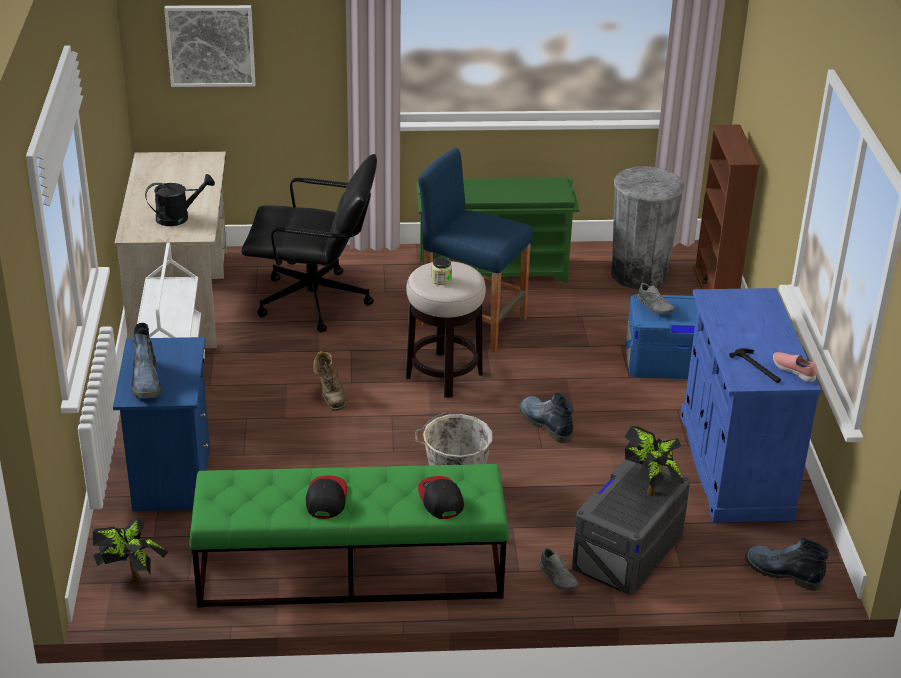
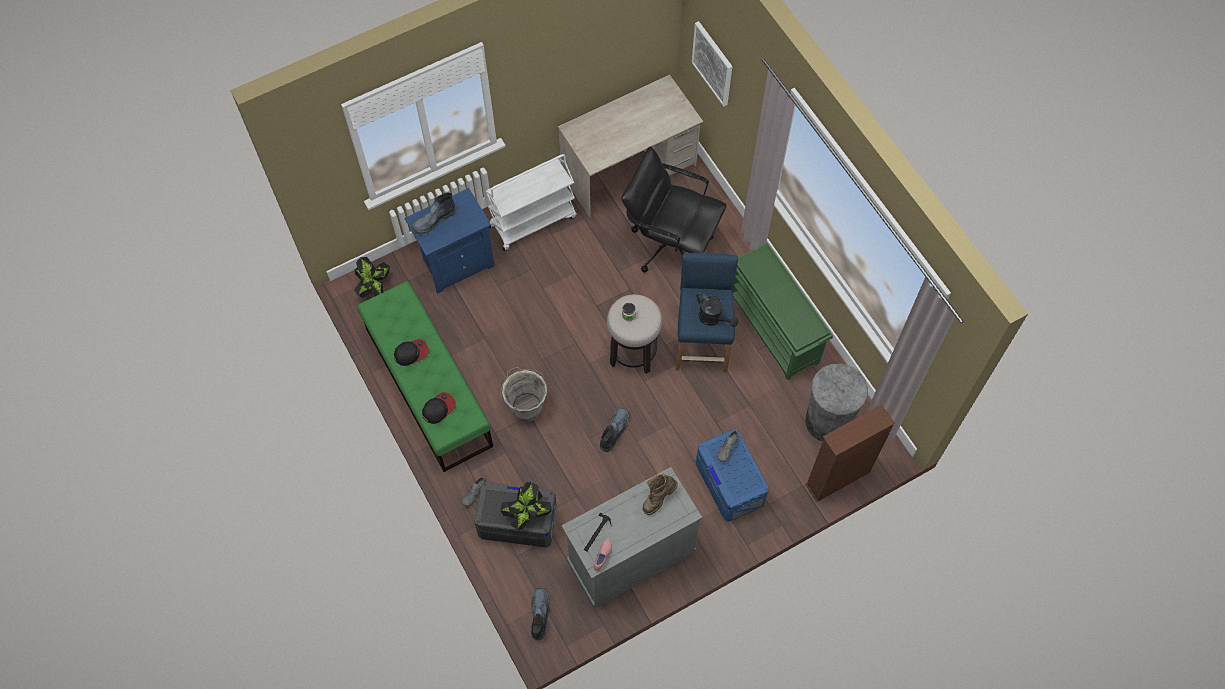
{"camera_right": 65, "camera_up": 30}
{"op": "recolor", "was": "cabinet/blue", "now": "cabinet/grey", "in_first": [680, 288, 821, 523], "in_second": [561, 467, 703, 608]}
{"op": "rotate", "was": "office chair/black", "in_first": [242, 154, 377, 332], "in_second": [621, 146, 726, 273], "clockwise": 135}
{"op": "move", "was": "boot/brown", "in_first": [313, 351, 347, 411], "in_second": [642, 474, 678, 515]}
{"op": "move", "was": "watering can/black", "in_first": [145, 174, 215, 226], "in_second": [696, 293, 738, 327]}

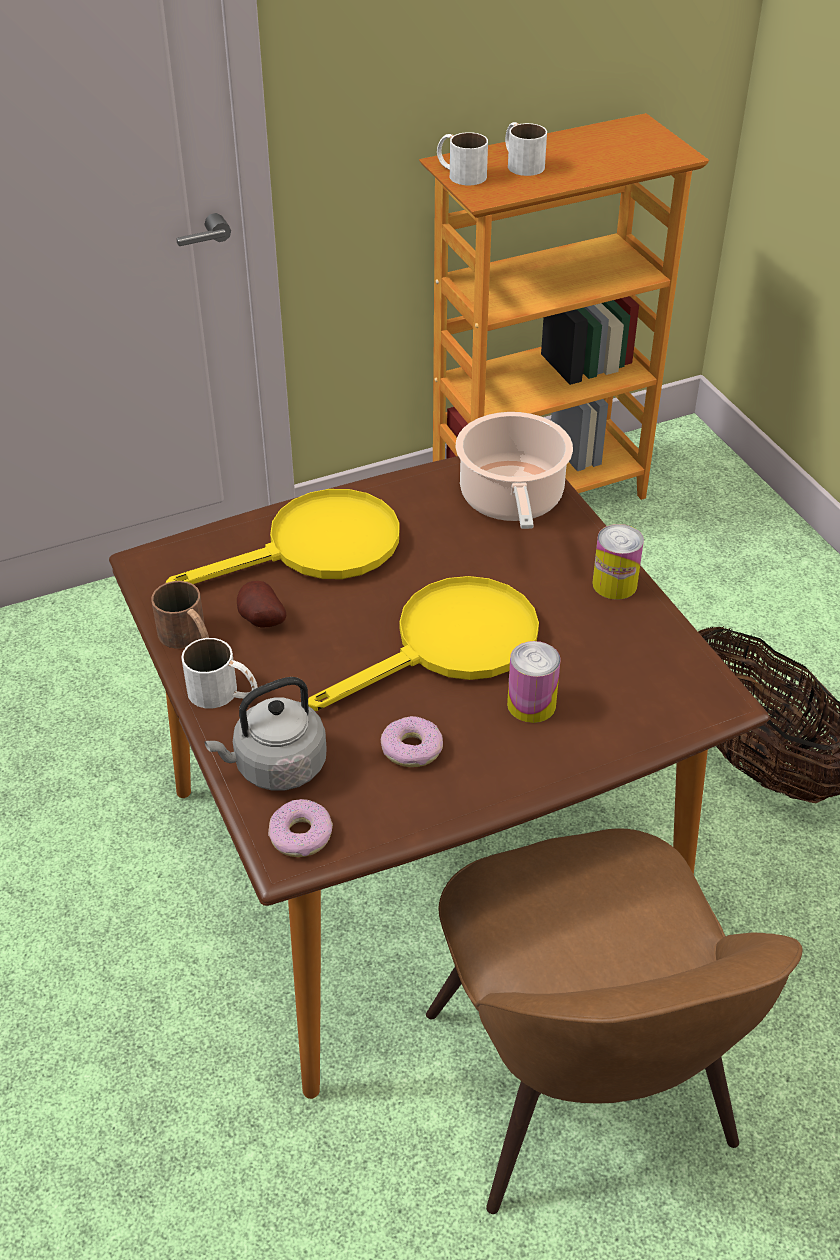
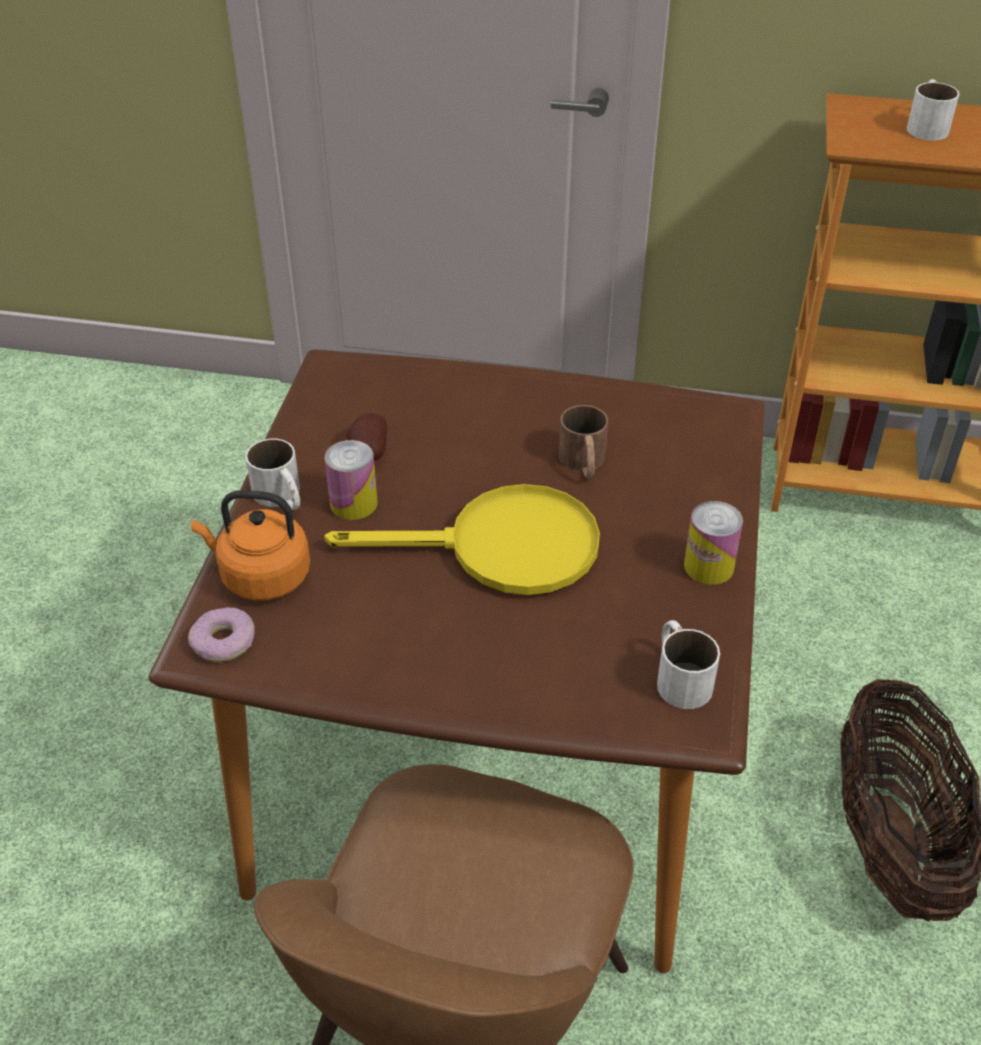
{"camera_right": 35, "camera_up": 0}
{"op": "recolor", "was": "kettle/grey", "now": "kettle/orange", "in_first": [205, 677, 327, 790], "in_second": [191, 490, 310, 601]}
{"op": "move", "was": "can", "in_first": [507, 641, 561, 723], "in_second": [325, 440, 377, 520]}
{"op": "move", "was": "mug/brown", "in_first": [151, 581, 209, 649], "in_second": [559, 405, 608, 478]}
{"op": "move", "was": "mug/white", "in_first": [437, 132, 488, 185], "in_second": [657, 620, 720, 709]}
{"op": "delete", "was": "frying pan/yellow", "in_first": [166, 489, 399, 584]}
{"op": "delete", "was": "donut", "in_first": [381, 716, 443, 767]}
{"op": "delete", "was": "cooking pot", "in_first": [456, 412, 573, 529]}

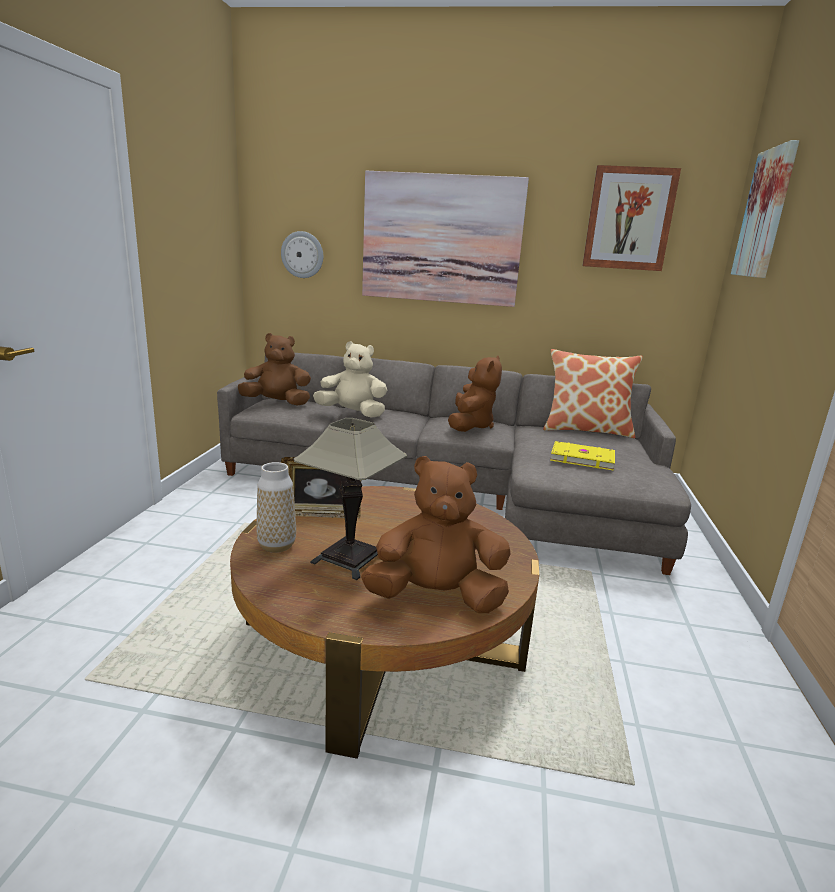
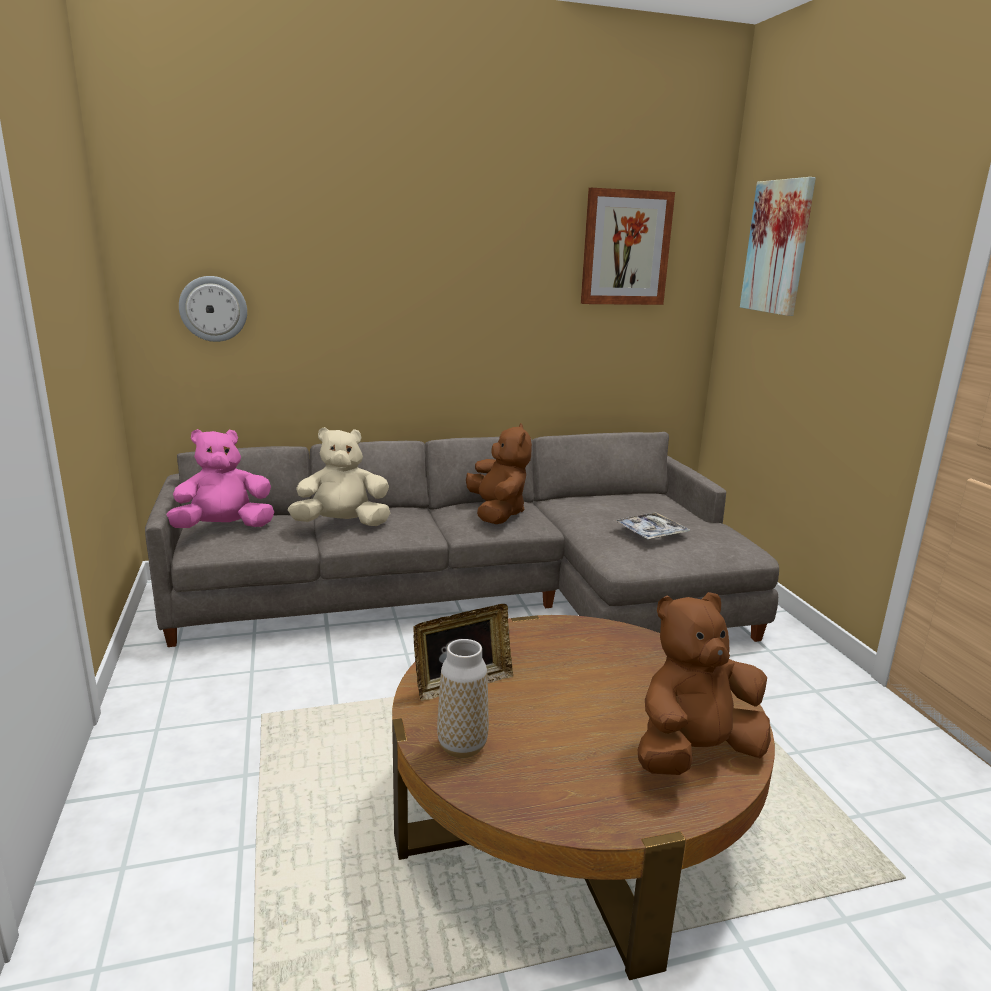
{"camera_right": -25, "camera_up": 0}
{"op": "recolor", "was": "plush toy/brown", "now": "plush toy/pink", "in_first": [238, 333, 311, 406], "in_second": [167, 429, 274, 528]}
{"op": "replace", "was": "book/yellow", "now": "tray", "in_first": [550, 441, 615, 471], "in_second": [614, 512, 690, 539]}
{"op": "delete", "was": "table lamp", "in_first": [294, 418, 408, 580]}
{"op": "delete", "was": "picture", "in_first": [362, 171, 529, 307]}
{"op": "delete", "was": "pillow", "in_first": [543, 349, 643, 438]}

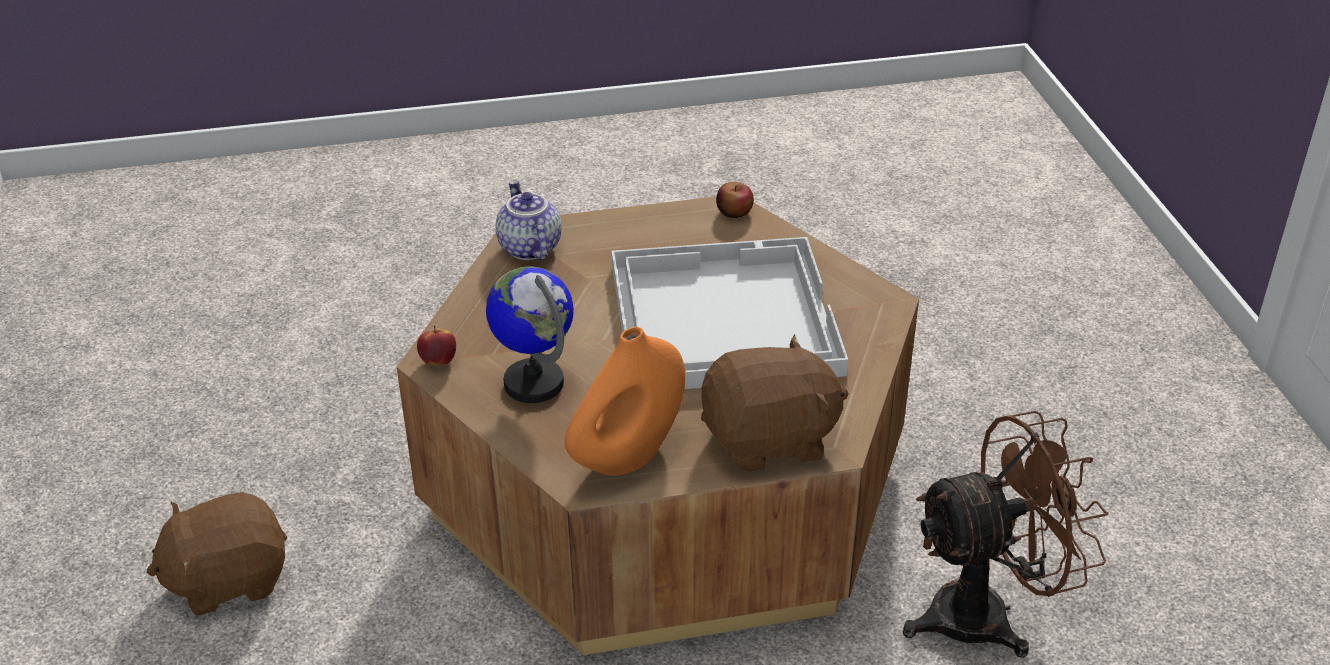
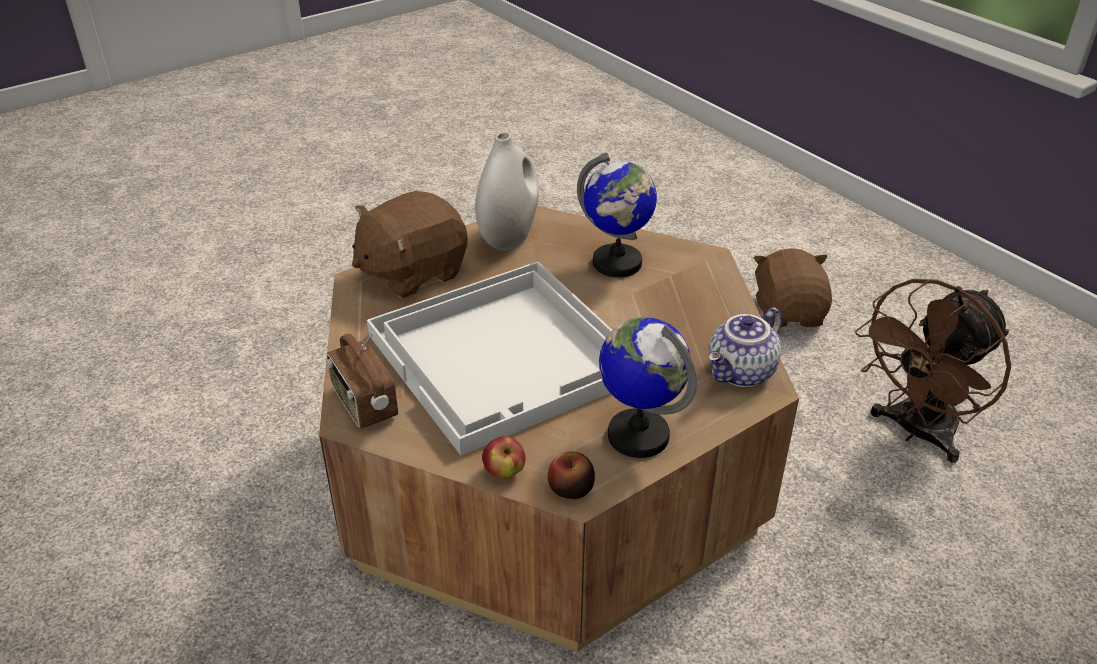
{"camera_right": 155, "camera_up": 0}
{"op": "insert", "now": "radio", "in_second": [327, 332, 398, 429]}
{"op": "recolor", "was": "vase/orange", "now": "vase/white", "in_first": [565, 327, 685, 476], "in_second": [475, 132, 539, 250]}
{"op": "move", "was": "apple", "in_first": [417, 326, 456, 365], "in_second": [482, 436, 526, 479]}
{"op": "insert", "now": "globe", "in_second": [599, 317, 697, 458]}
{"op": "rotate", "was": "teapot", "in_first": [496, 180, 562, 260], "in_second": [709, 307, 782, 387], "clockwise": 90}
{"op": "rotate", "was": "plush toy/brown", "in_first": [147, 492, 287, 616], "in_second": [754, 248, 832, 327], "clockwise": -45}
{"op": "move", "was": "fan/brown", "in_first": [903, 411, 1109, 658], "in_second": [855, 279, 1011, 463]}

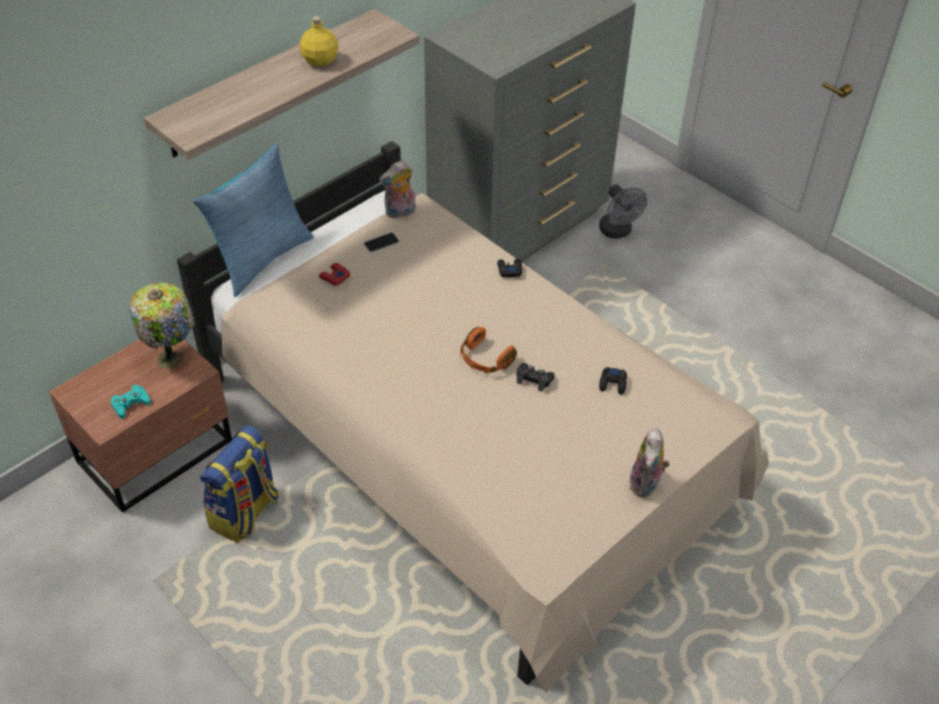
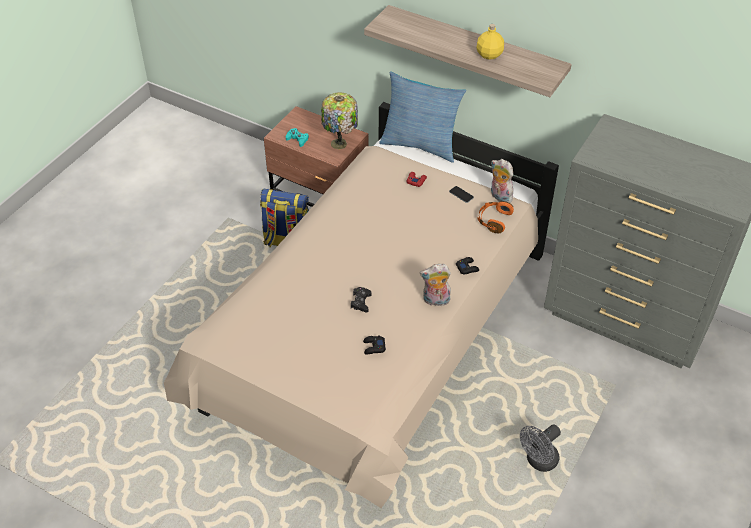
{"camera_right": 75, "camera_up": 0}
{"op": "move", "was": "plush toy", "in_first": [629, 428, 670, 497], "in_second": [420, 264, 451, 306]}
{"op": "move", "was": "headphones/orange", "in_first": [460, 327, 517, 373], "in_second": [477, 201, 514, 233]}
{"op": "move", "was": "fan/grey", "in_first": [599, 185, 647, 239], "in_second": [520, 424, 561, 472]}

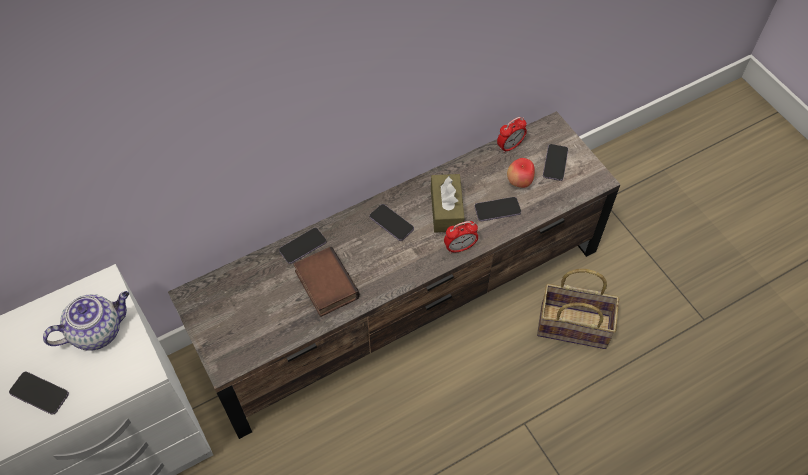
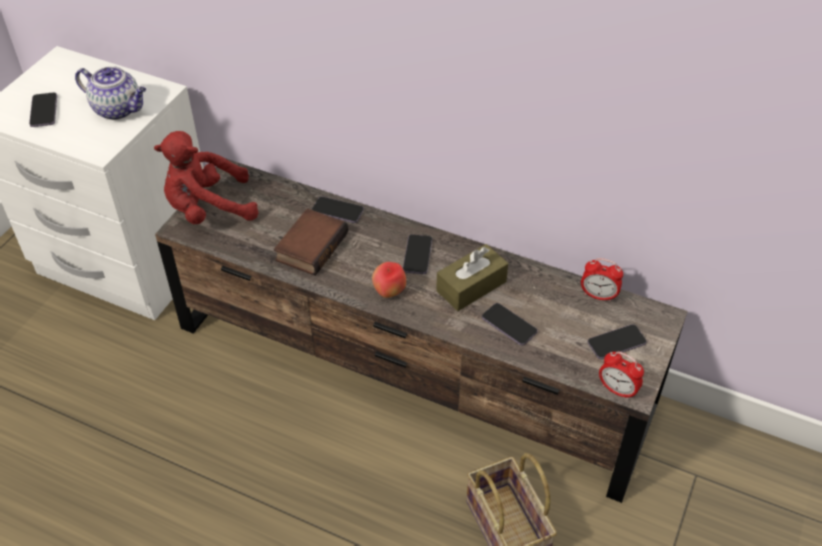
{"camera_right": 55, "camera_up": -10}
{"op": "insert", "now": "plush toy/red", "in_second": [154, 131, 258, 224]}
{"op": "move", "was": "apple", "in_first": [507, 158, 535, 188], "in_second": [372, 262, 406, 298]}
{"op": "move", "was": "alarm clock", "in_first": [444, 221, 478, 254], "in_second": [599, 351, 644, 400]}

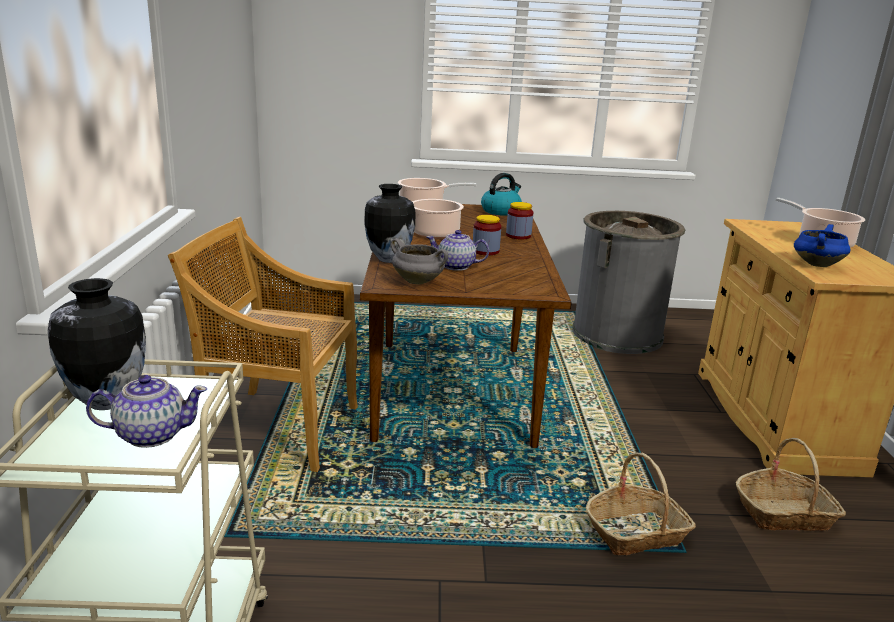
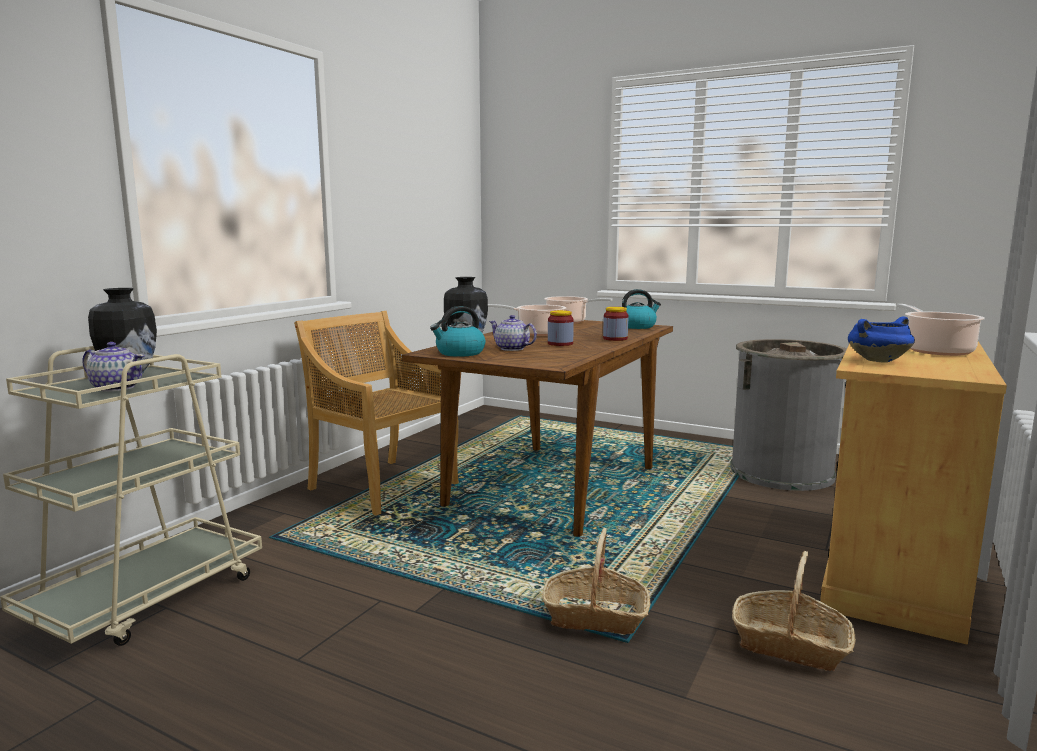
{"camera_right": 30, "camera_up": -10}
{"op": "replace", "was": "cooking pot/grey", "now": "kettle", "in_first": [390, 238, 448, 284], "in_second": [430, 306, 485, 357]}

